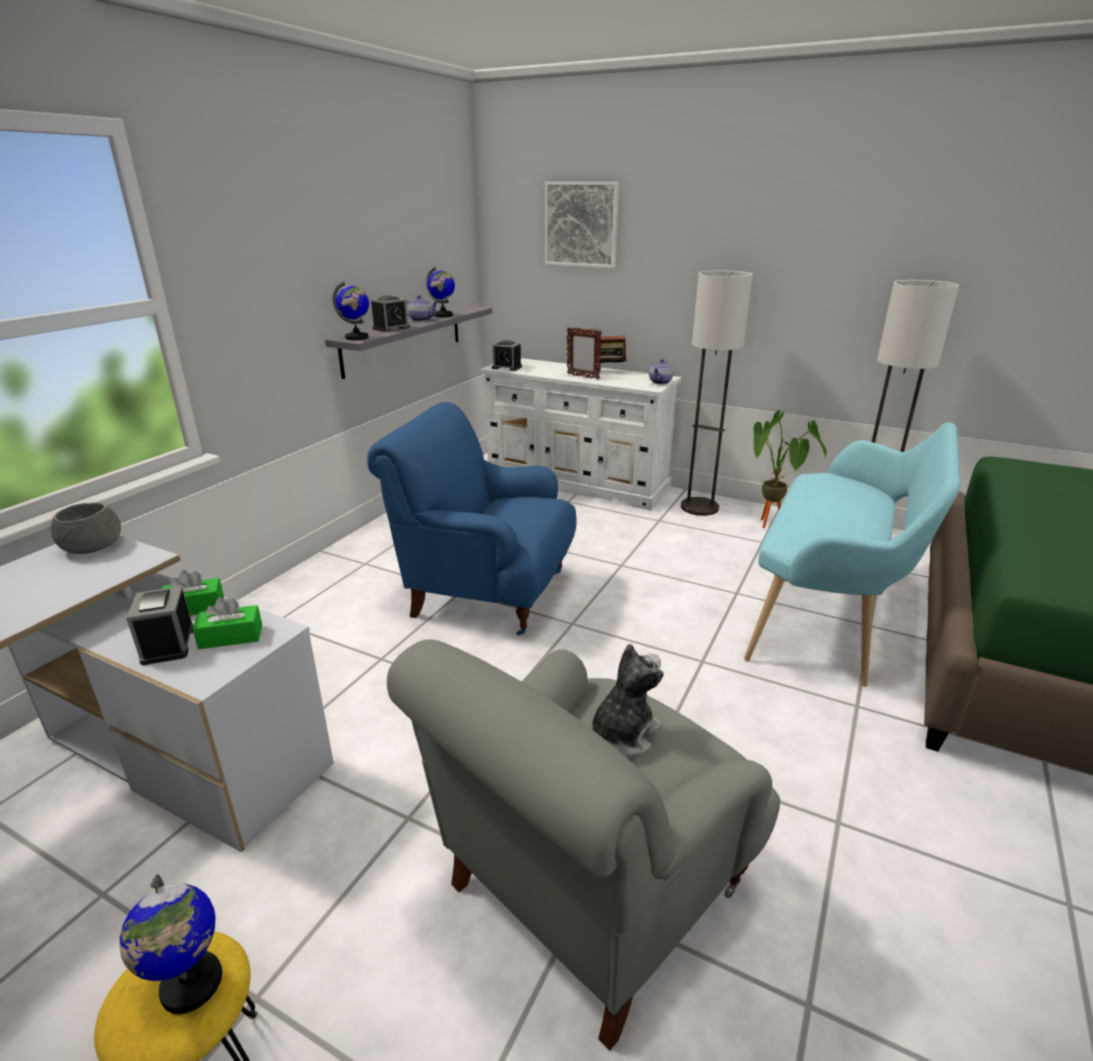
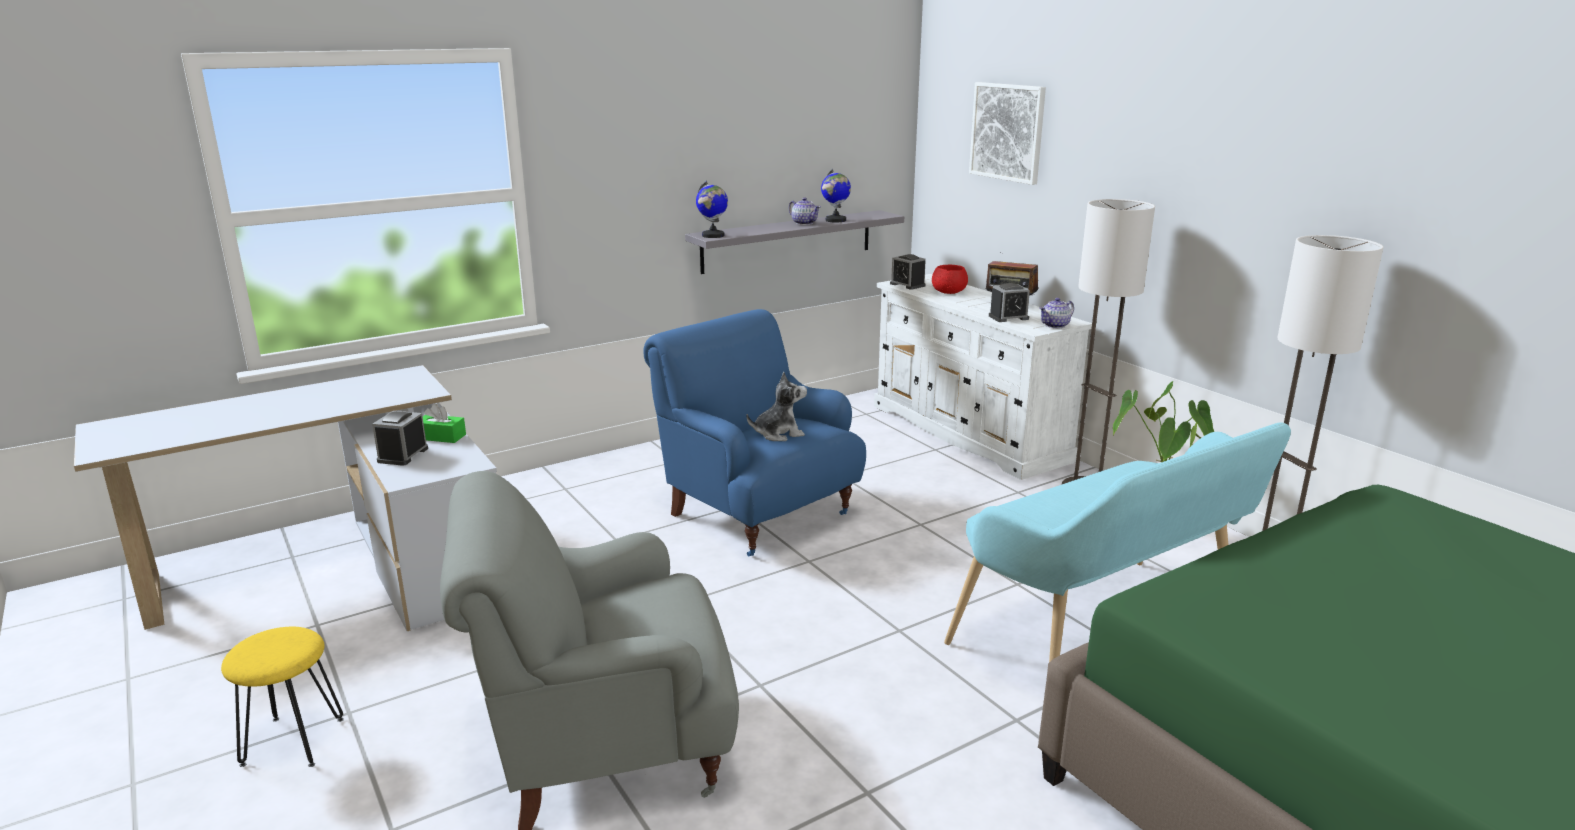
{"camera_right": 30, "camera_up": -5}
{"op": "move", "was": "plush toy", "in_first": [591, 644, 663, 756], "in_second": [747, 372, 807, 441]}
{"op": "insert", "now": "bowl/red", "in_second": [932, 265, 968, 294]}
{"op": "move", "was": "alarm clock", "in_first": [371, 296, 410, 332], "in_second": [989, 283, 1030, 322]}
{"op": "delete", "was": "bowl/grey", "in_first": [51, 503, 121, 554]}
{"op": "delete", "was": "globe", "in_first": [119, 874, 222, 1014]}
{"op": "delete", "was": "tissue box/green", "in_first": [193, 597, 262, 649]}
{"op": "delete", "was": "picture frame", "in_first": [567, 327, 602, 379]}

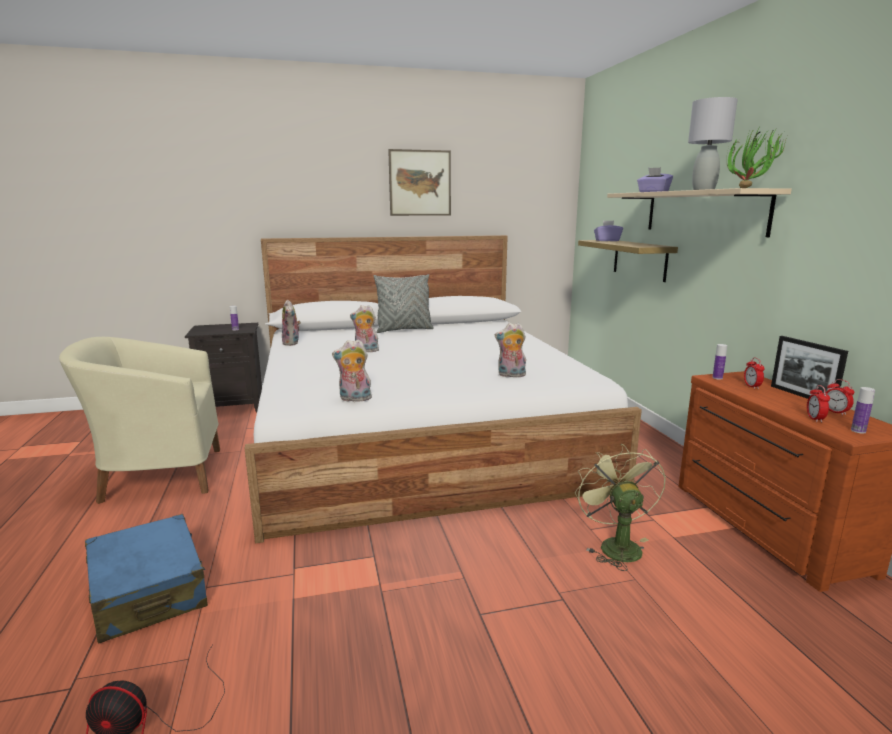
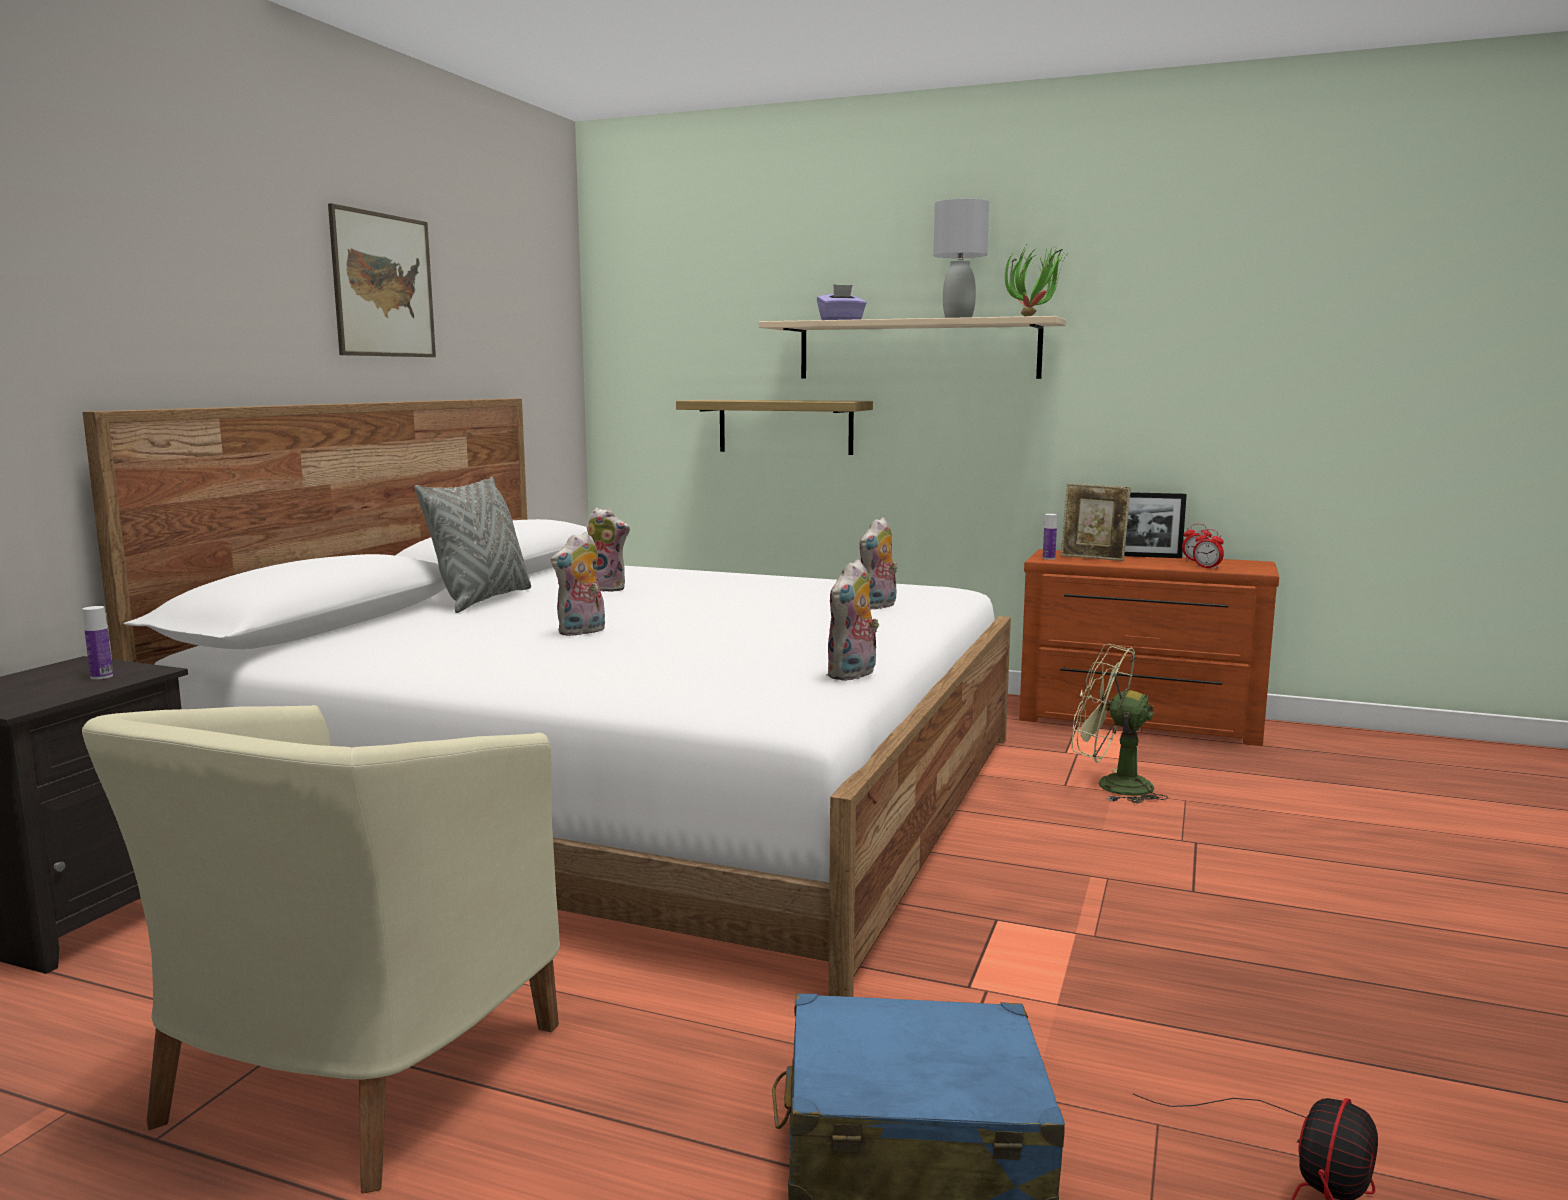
{"camera_right": -55, "camera_up": -5}
{"op": "move", "was": "plush toy", "in_first": [282, 300, 301, 346], "in_second": [587, 507, 630, 592]}
{"op": "replace", "was": "alarm clock", "now": "picture frame", "in_first": [744, 358, 765, 389], "in_second": [1061, 483, 1131, 561]}
{"op": "delete", "was": "tissue box/purple", "in_first": [594, 220, 623, 241]}
{"op": "delete", "was": "bottle", "in_first": [851, 387, 875, 434]}

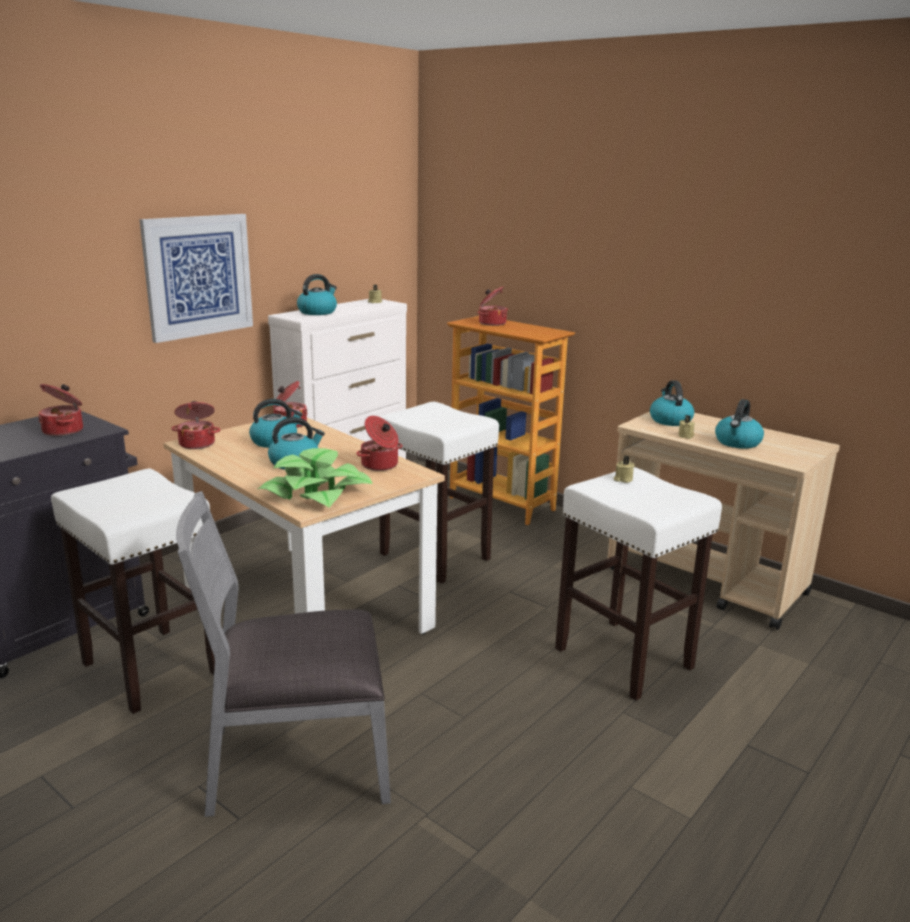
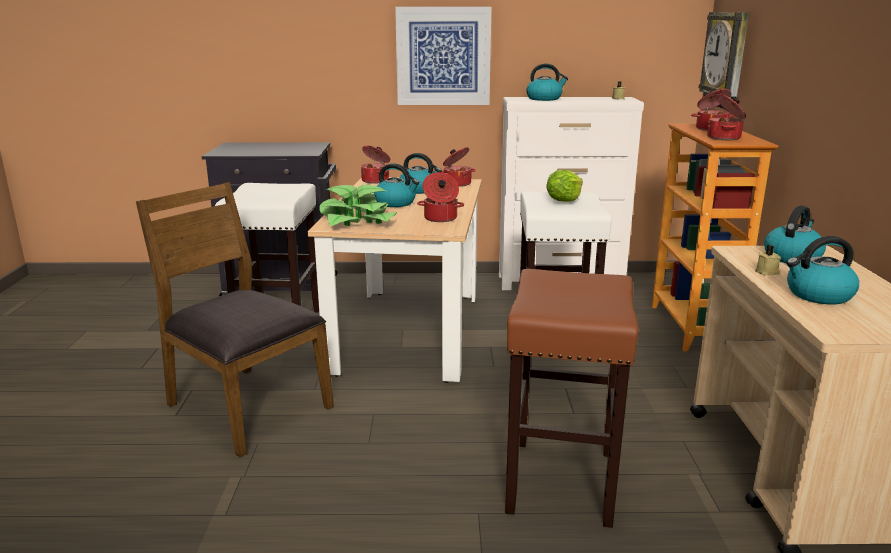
{"camera_right": 50, "camera_up": 0}
{"op": "recolor", "was": "chair/grey", "now": "chair/brown", "in_first": [176, 491, 391, 817], "in_second": [136, 182, 334, 458]}
{"op": "recolor", "was": "stool/white", "now": "stool/brown", "in_first": [555, 467, 722, 701], "in_second": [505, 269, 638, 528]}
{"op": "insert", "now": "lettuce", "in_second": [546, 170, 583, 202]}
{"op": "insert", "now": "wall clock", "in_second": [699, 12, 749, 110]}
{"op": "move", "was": "cooking pot", "in_first": [38, 384, 83, 436], "in_second": [707, 94, 746, 140]}
{"op": "delete", "was": "candle/beige", "in_first": [613, 456, 635, 483]}

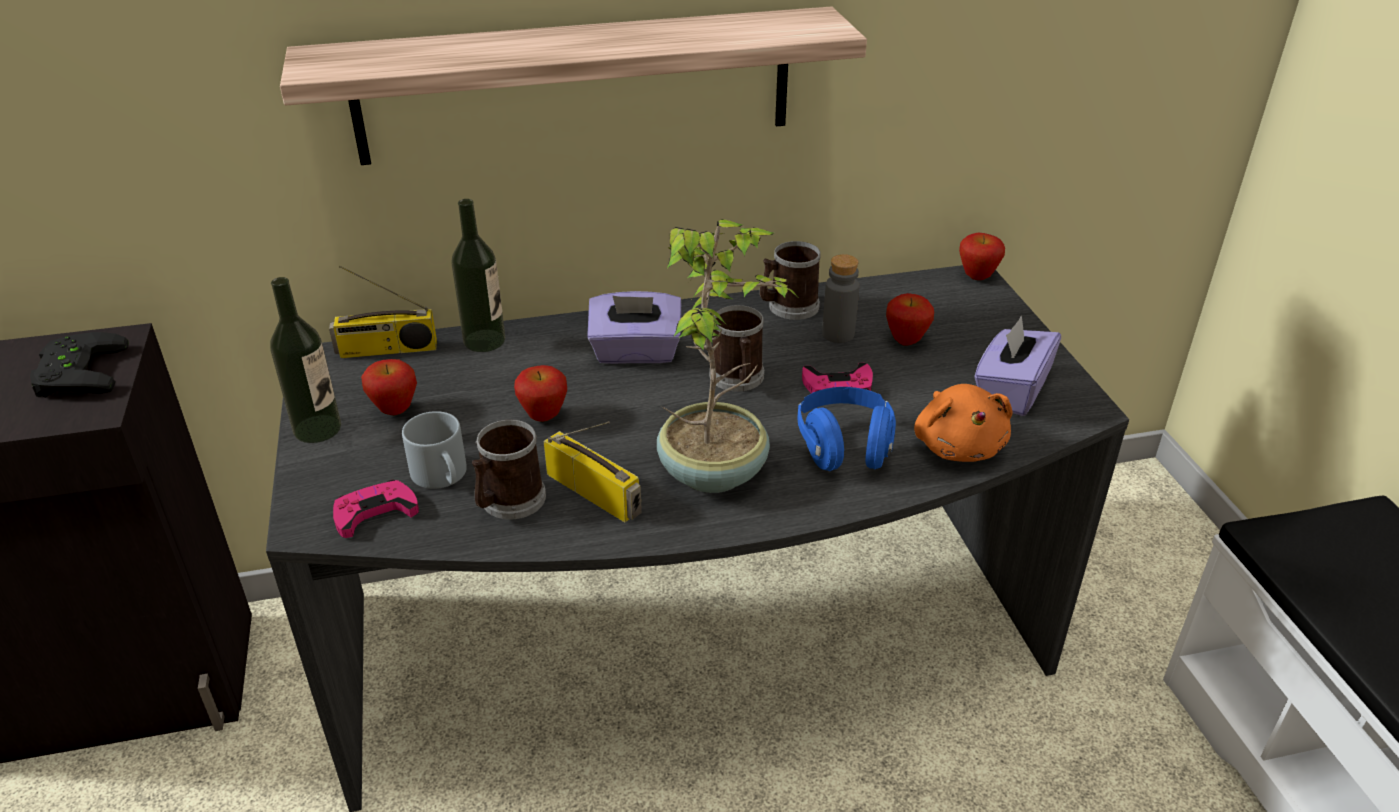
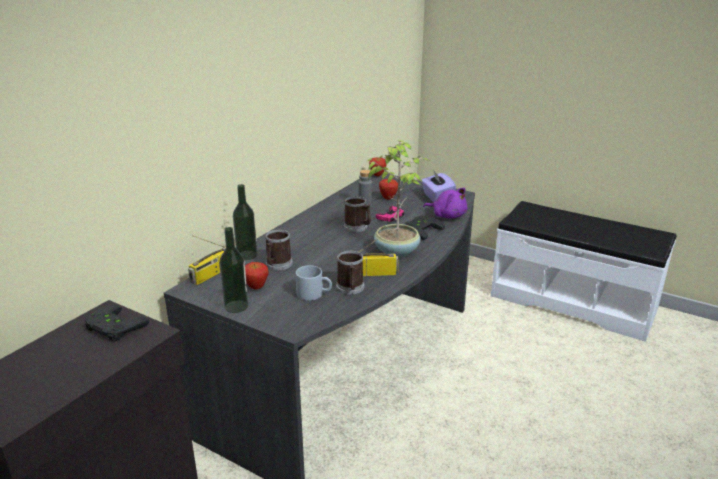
{"camera_right": -45, "camera_up": -10}
{"op": "move", "was": "mug", "in_first": [760, 241, 821, 320], "in_second": [265, 230, 293, 270]}
{"op": "replace", "was": "headphones/blue", "now": "game controller/black", "in_first": [798, 387, 896, 471], "in_second": [404, 216, 445, 240]}
{"op": "recolor", "was": "plush toy/orange", "now": "plush toy/purple", "in_first": [914, 384, 1013, 462], "in_second": [423, 188, 467, 219]}
{"op": "delete", "was": "shelf", "in_first": [280, 6, 867, 165]}
{"op": "delete", "was": "game controller/pink", "in_first": [333, 480, 419, 538]}
{"op": "delete", "was": "apple", "in_first": [514, 365, 567, 422]}
{"op": "delete", "was": "tissue box/purple", "in_first": [587, 291, 681, 364]}

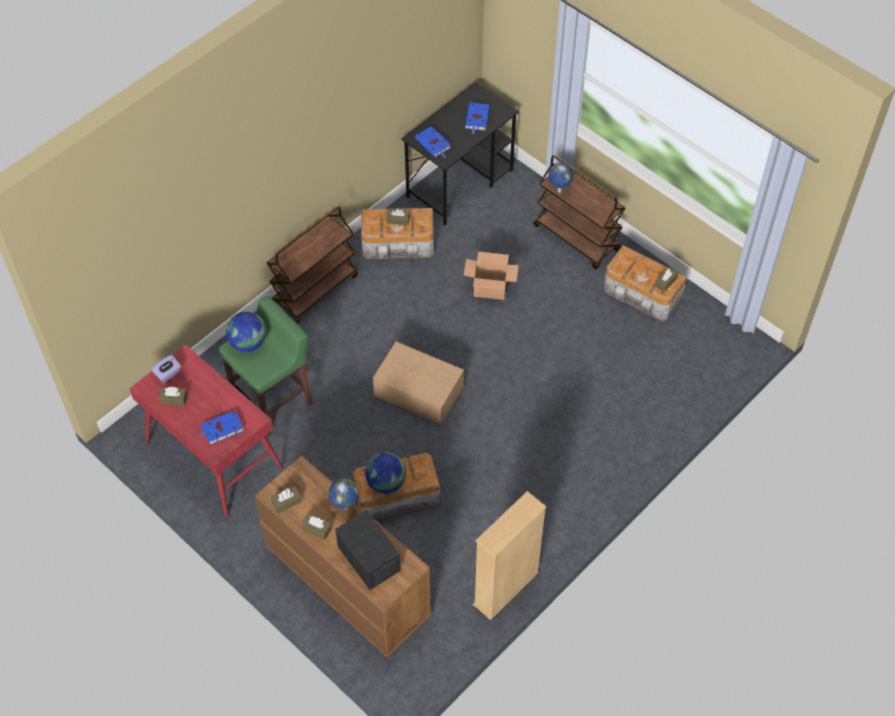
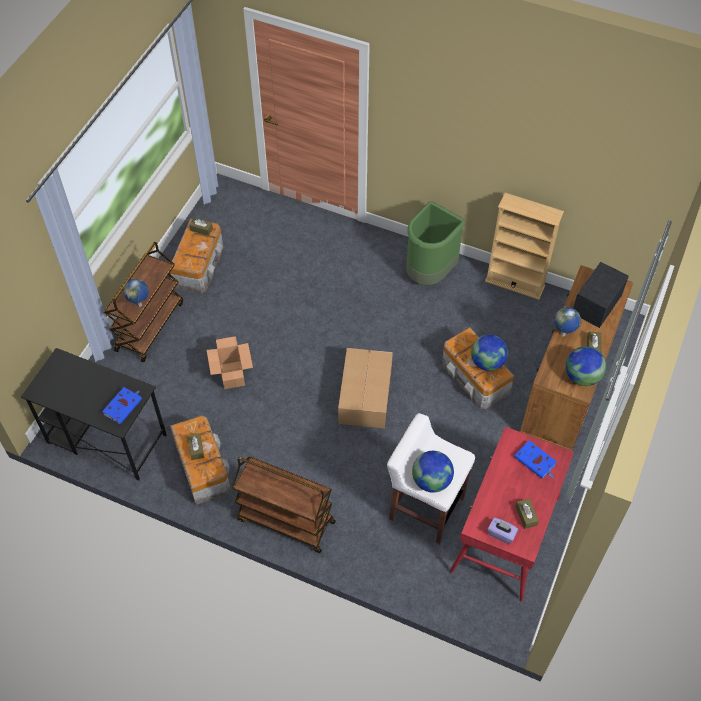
{"camera_right": -110, "camera_up": 0}
{"op": "recolor", "was": "stool/green", "now": "stool/white", "in_first": [219, 296, 313, 435], "in_second": [387, 413, 475, 544]}
{"op": "insert", "now": "trash can/green", "in_second": [406, 201, 465, 285]}
{"op": "replace", "was": "tissue box/brown", "now": "globe", "in_first": [271, 486, 302, 513], "in_second": [566, 346, 606, 386]}
{"op": "delete", "was": "book/blue", "in_first": [465, 102, 489, 134]}

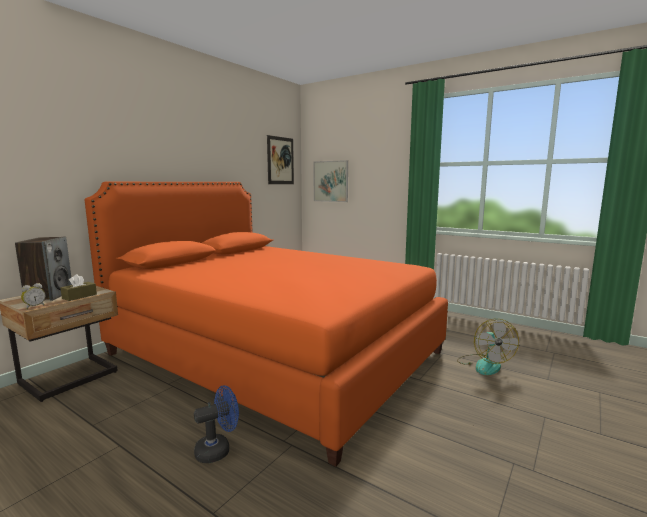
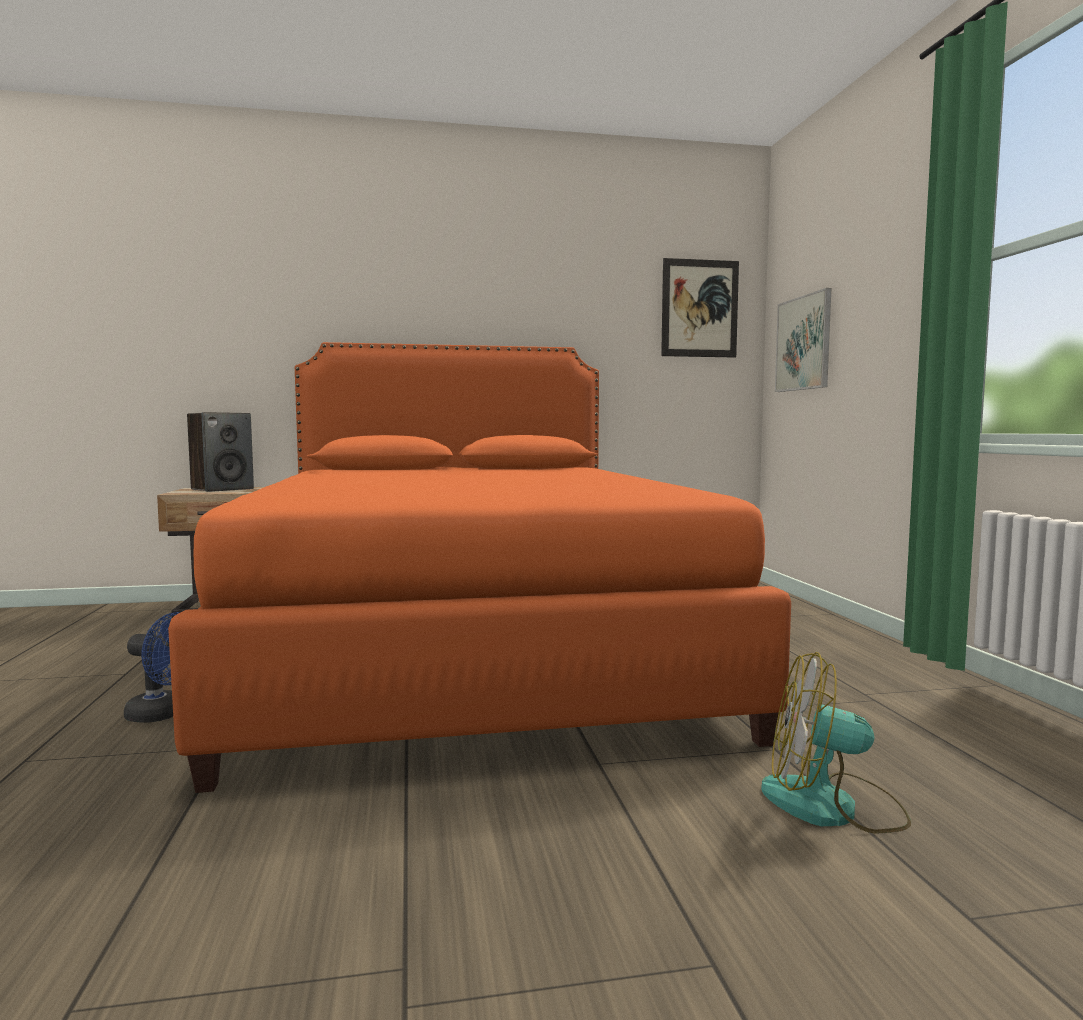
{"camera_right": 45, "camera_up": -5}
{"op": "rotate", "was": "fan", "in_first": [457, 319, 519, 375], "in_second": [761, 652, 911, 834], "clockwise": 60}
{"op": "delete", "was": "alarm clock", "in_first": [21, 283, 45, 309]}
{"op": "delete", "was": "tissue box/brown", "in_first": [61, 274, 97, 301]}

